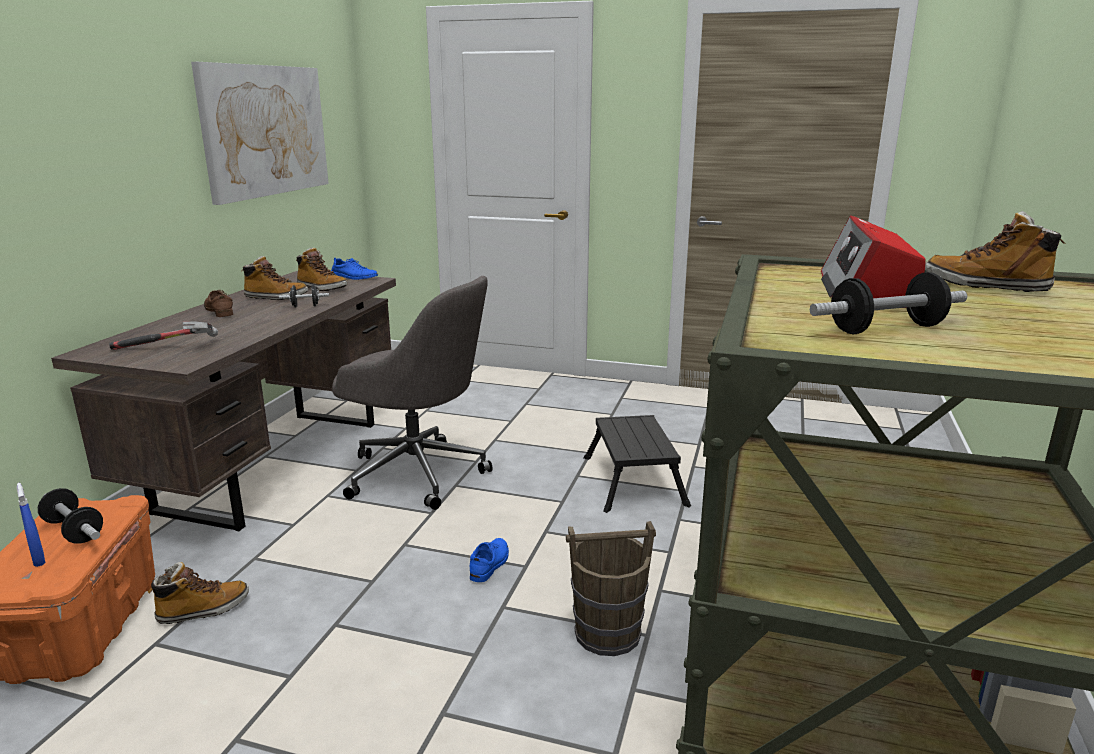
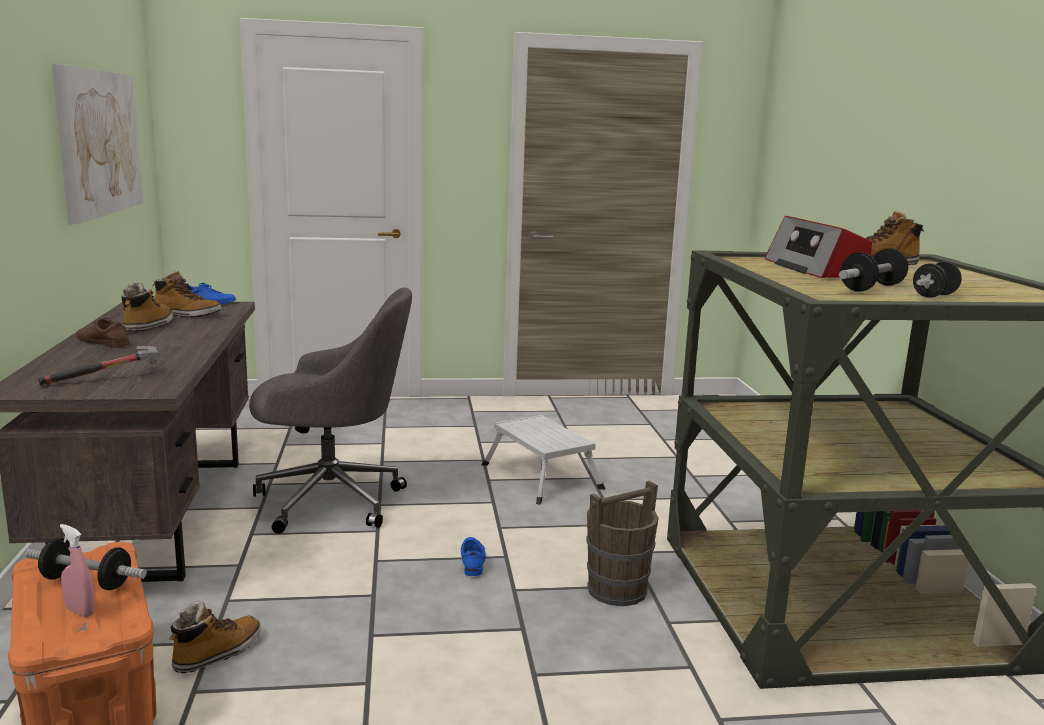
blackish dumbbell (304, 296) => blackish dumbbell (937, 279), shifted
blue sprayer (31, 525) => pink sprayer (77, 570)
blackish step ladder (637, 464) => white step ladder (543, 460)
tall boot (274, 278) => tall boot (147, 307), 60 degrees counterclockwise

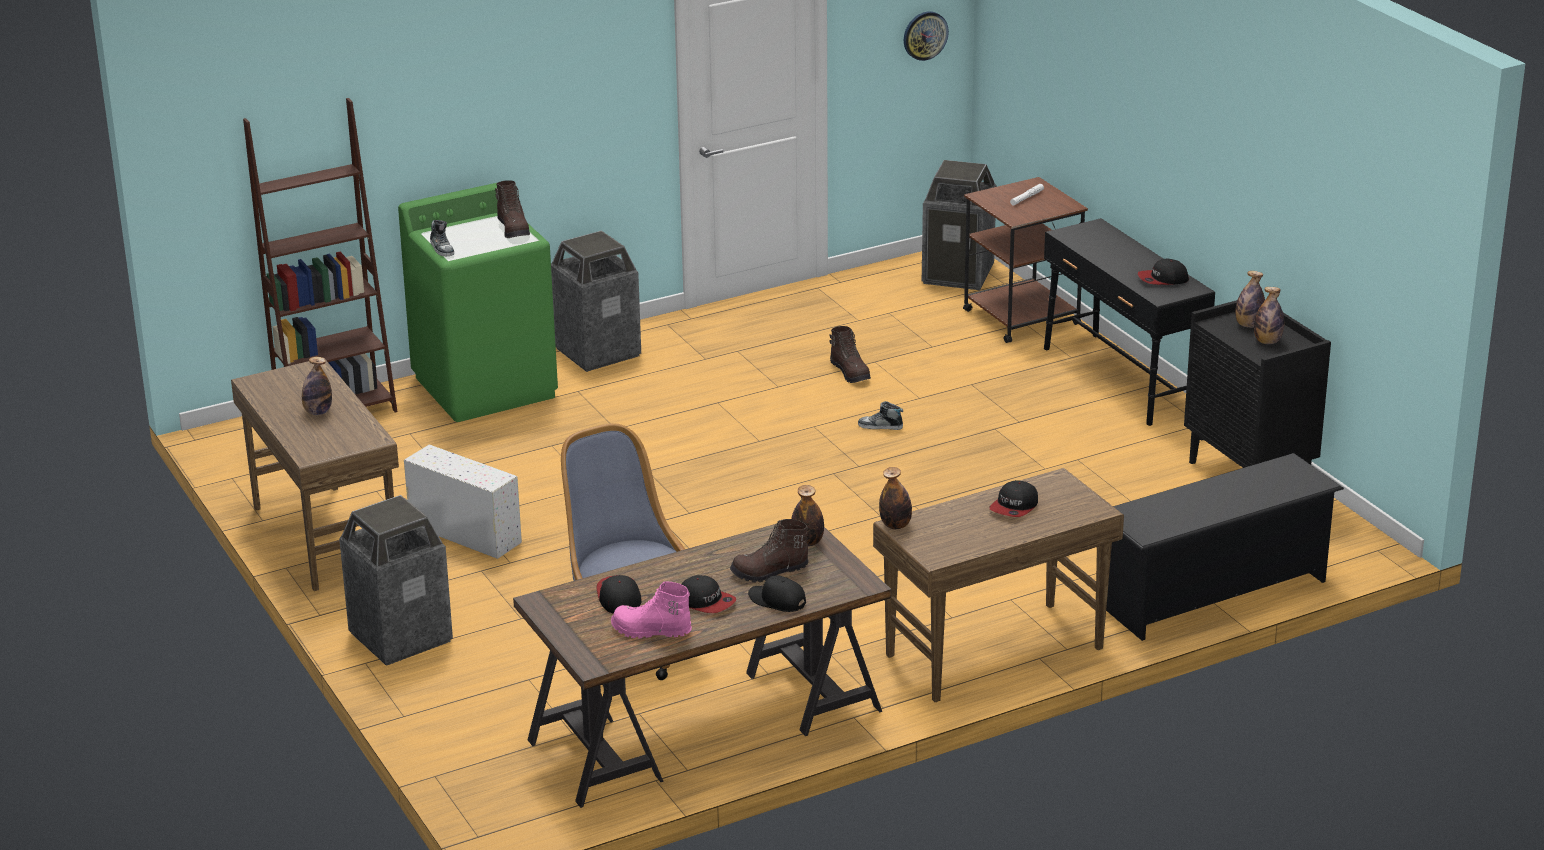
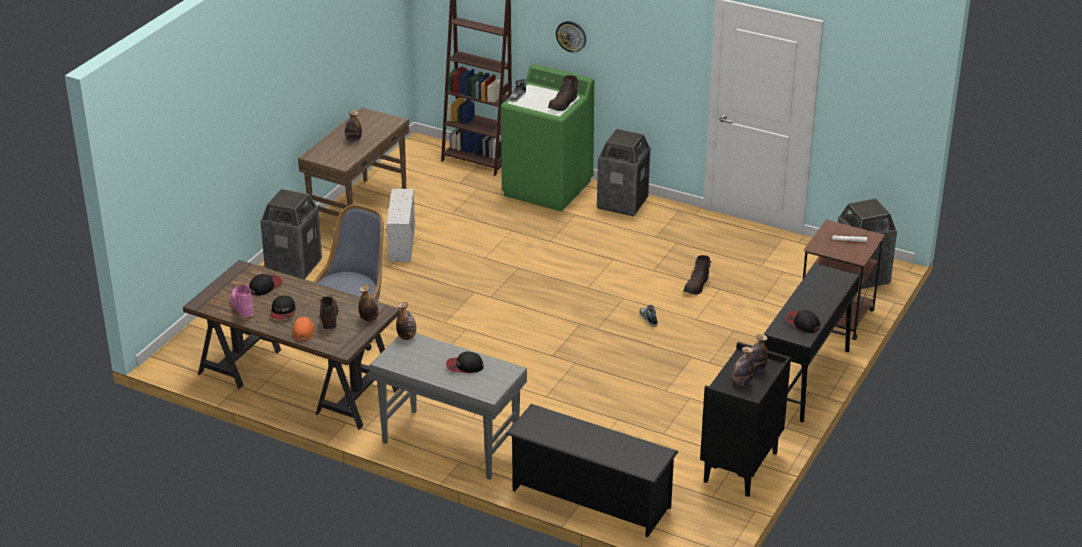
clock on the wall (926, 36) => clock on the wall (571, 37), shifted
blackish peaked cap (777, 593) => orangey peaked cap (303, 329)
brownish console table (998, 585) => gray console table (448, 406)
brownish tall boot (769, 551) => brownish tall boot (328, 313), 45 degrees clockwise

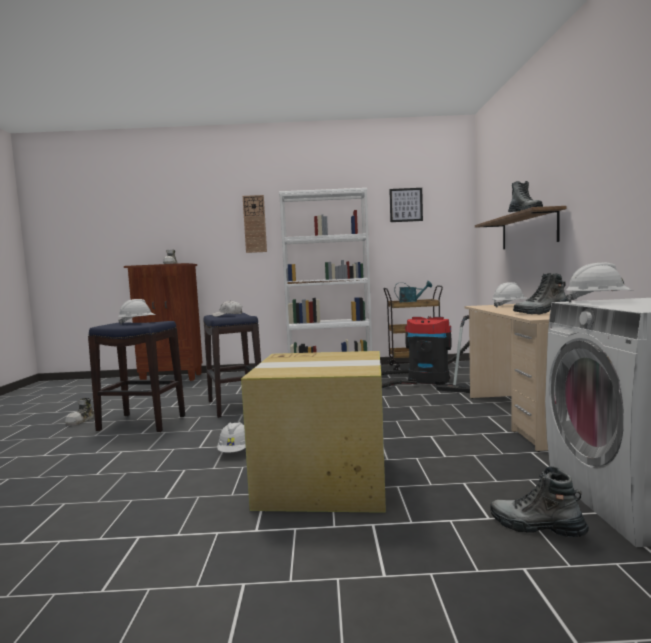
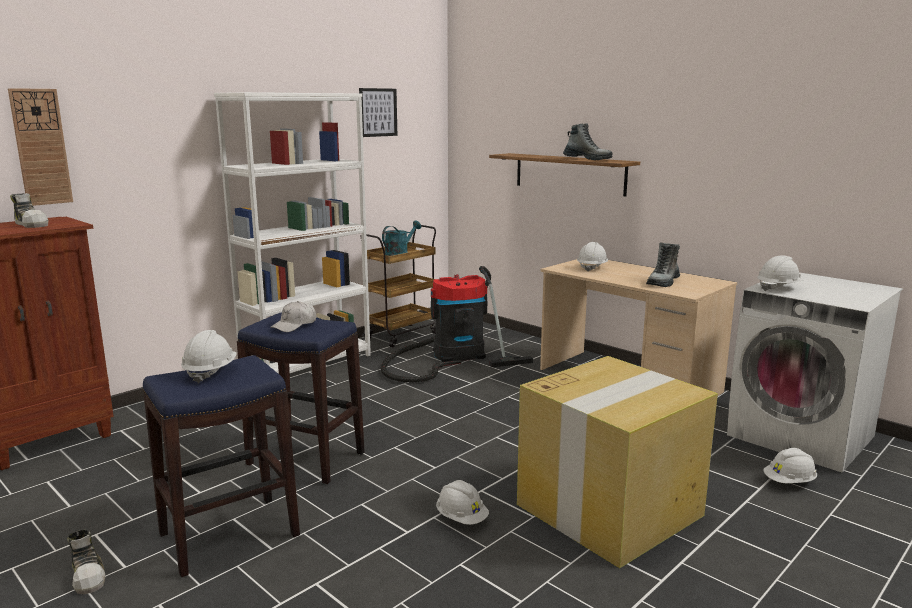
clock on the wall (255, 224) => clock on the wall (40, 147), shifted
tall boot (539, 501) => white work helmet (790, 465)

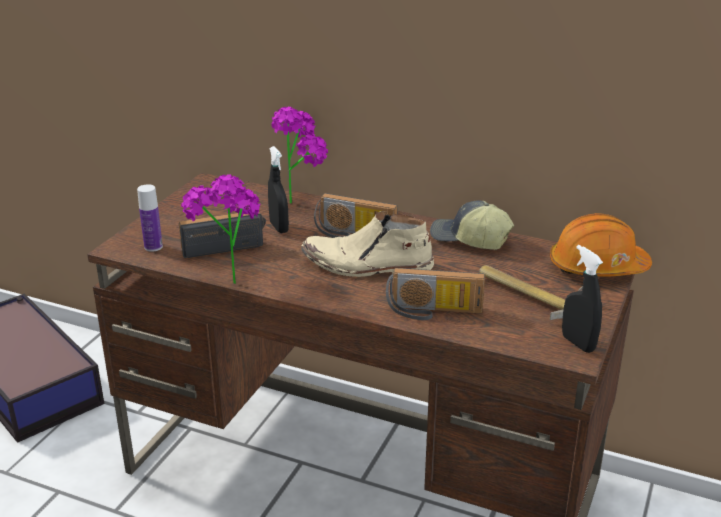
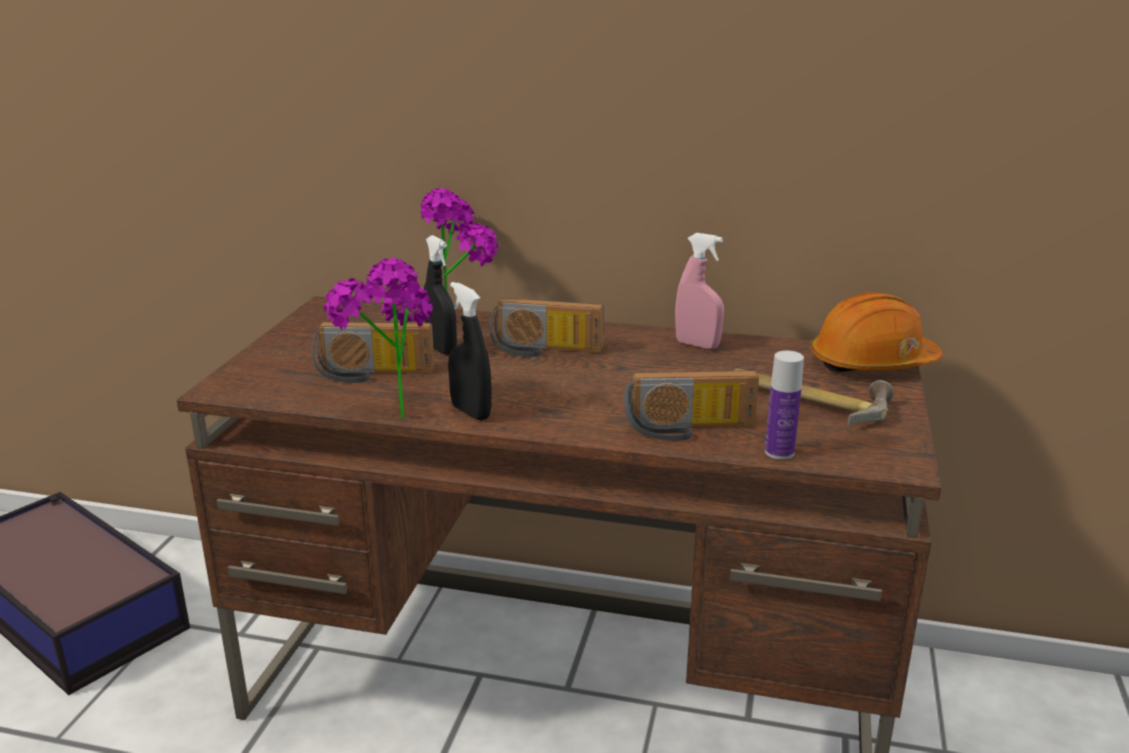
sand-coloured tall boot (367, 244) => nothing
drink bottle (150, 218) => drink bottle (784, 405), shifted
blackish sprayer (582, 299) => blackish sprayer (470, 351), shifted
peaked cap (472, 225) => pink sprayer (699, 291)
radio (222, 234) => radio (373, 352), 150 degrees counterclockwise

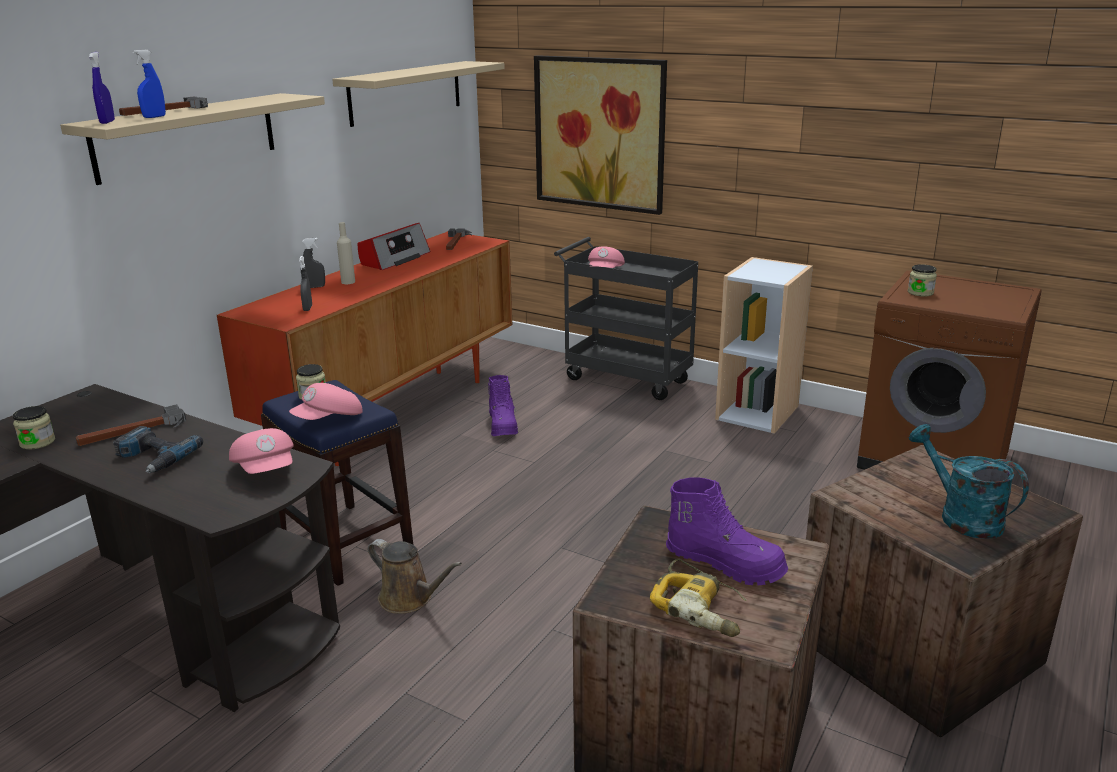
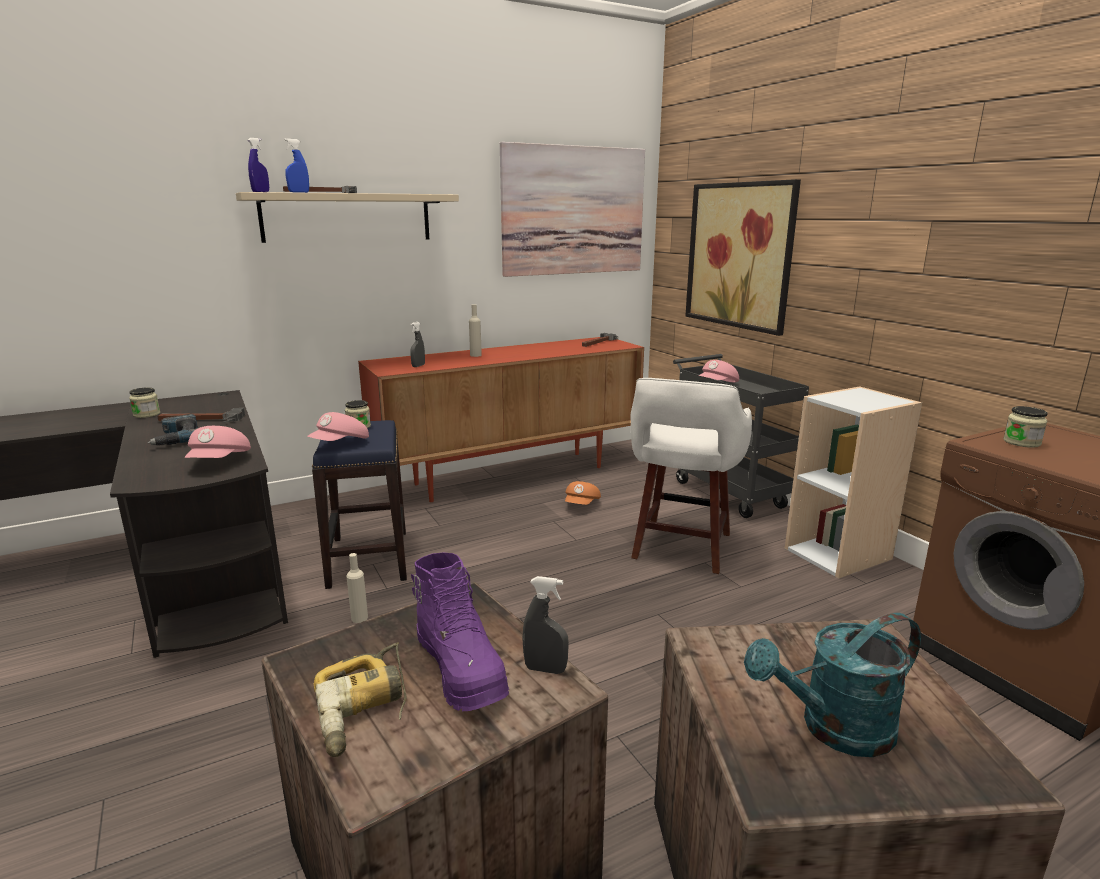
radio (394, 246) => nothing
nothing => white sitting stool (691, 476)
gray sprayer (313, 263) => gray sprayer (546, 625), shifted
sand-coloured bracket shelf (418, 94) => picture (572, 209)
brownish watering pot (415, 576) => sand-coloured drink bottle (357, 588)
purplish tall boot (503, 405) => orangey peaked cap (583, 493)
pink peaked cap (326, 401) => pink peaked cap (338, 426), 45 degrees counterclockwise
turquoise watering pot (969, 481) => turquoise watering pot (832, 685), 105 degrees counterclockwise

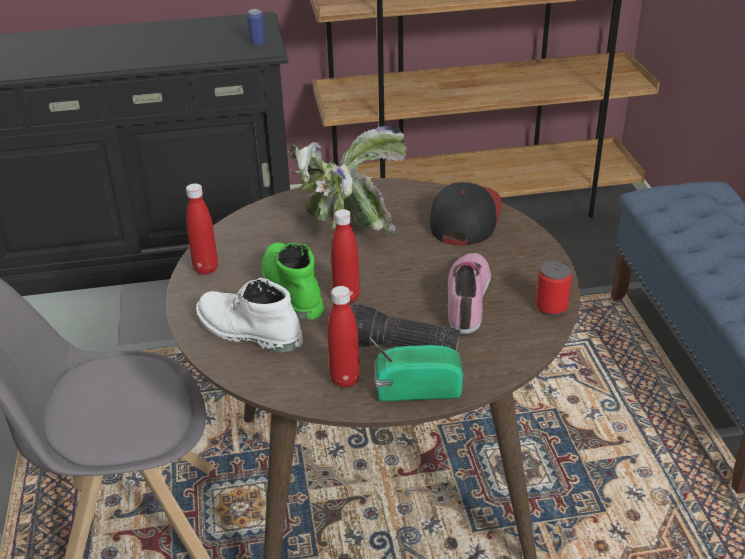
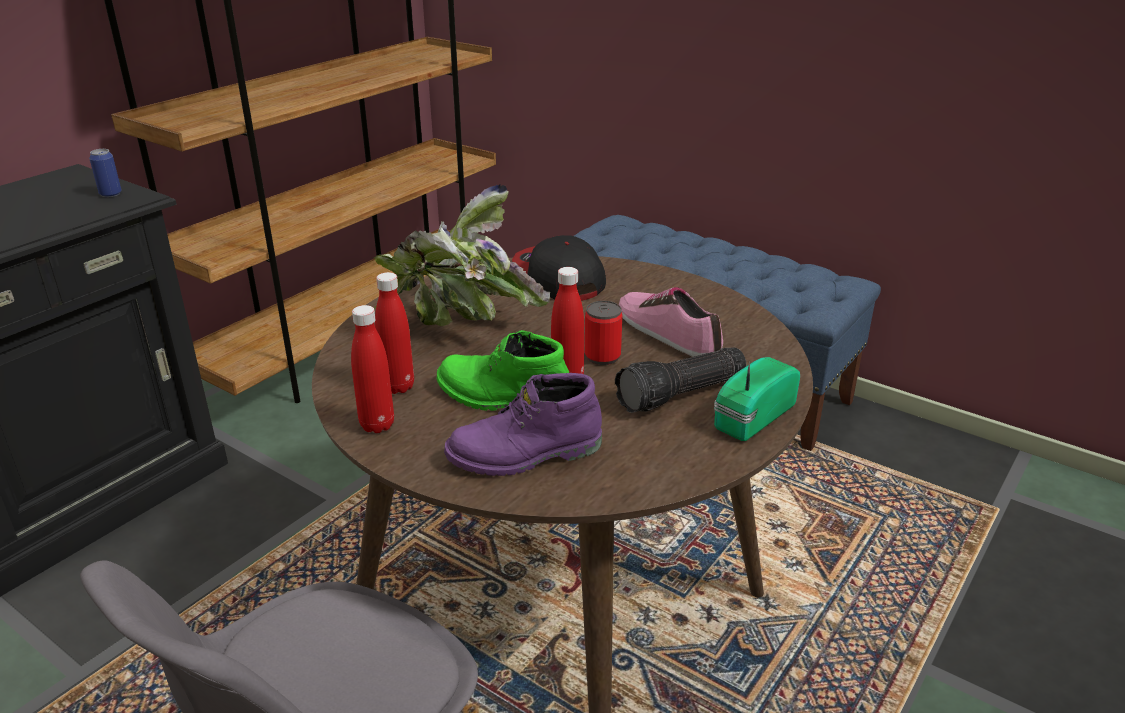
reddish drink bottle (343, 337) => reddish drink bottle (394, 333), shifted
metal can (554, 288) => metal can (604, 333), shifted
white tall boot (249, 315) => purplish tall boot (523, 424)

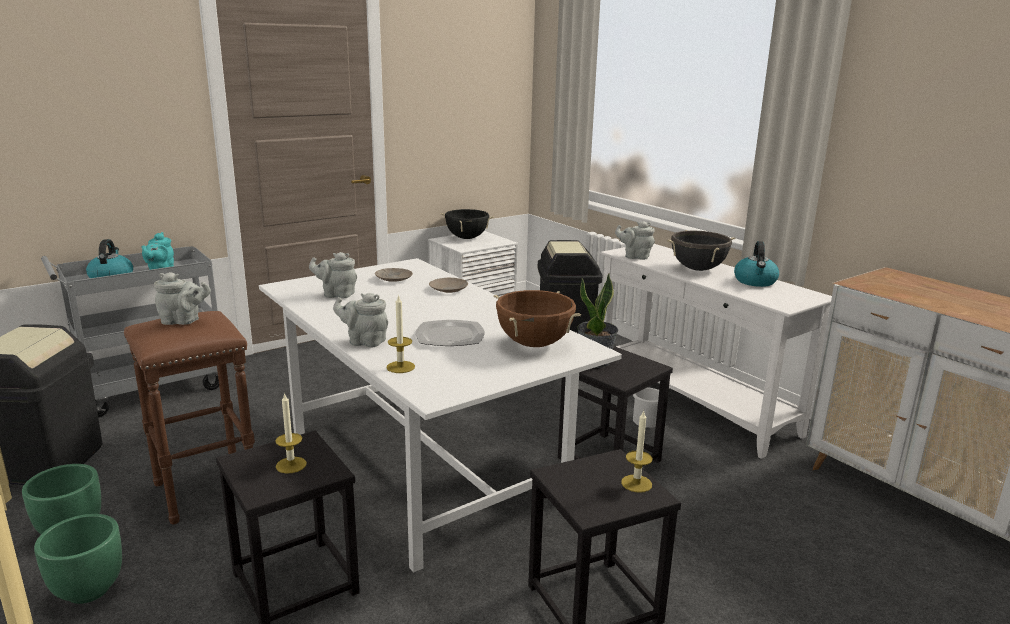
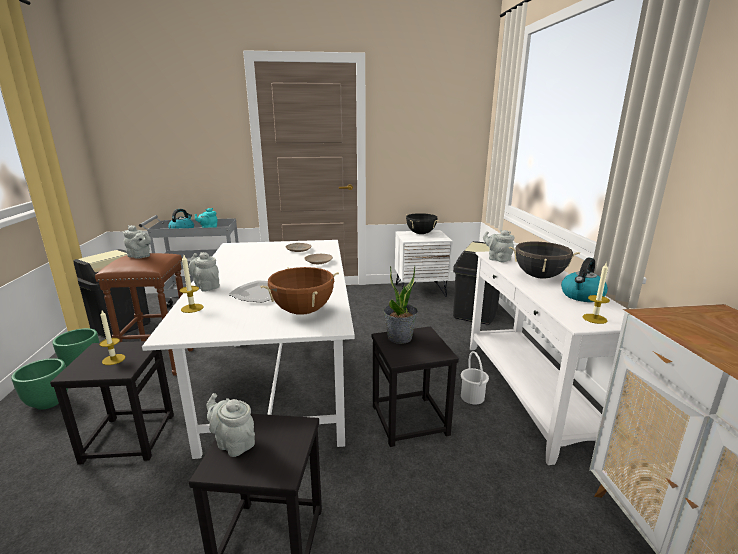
gray tea pot (333, 275) => gray tea pot (231, 425), shifted
wax light (636, 451) => wax light (596, 293), shifted

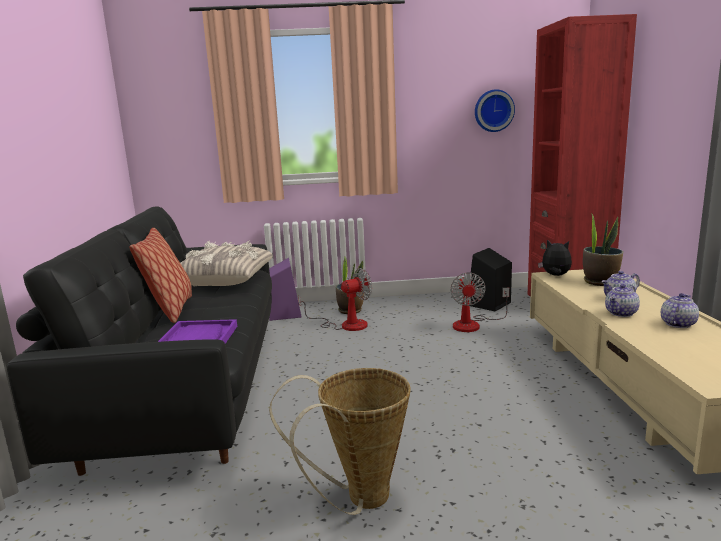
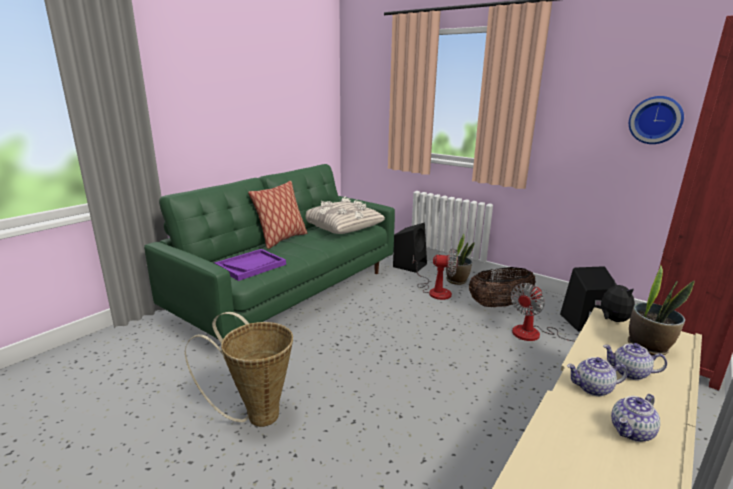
nothing => basket (502, 287)
blackish settee (139, 341) => greenish settee (269, 252)
purplish audio speaker (285, 289) => blackish audio speaker (410, 248)
tea pot (680, 310) => tea pot (635, 418), 150 degrees clockwise

